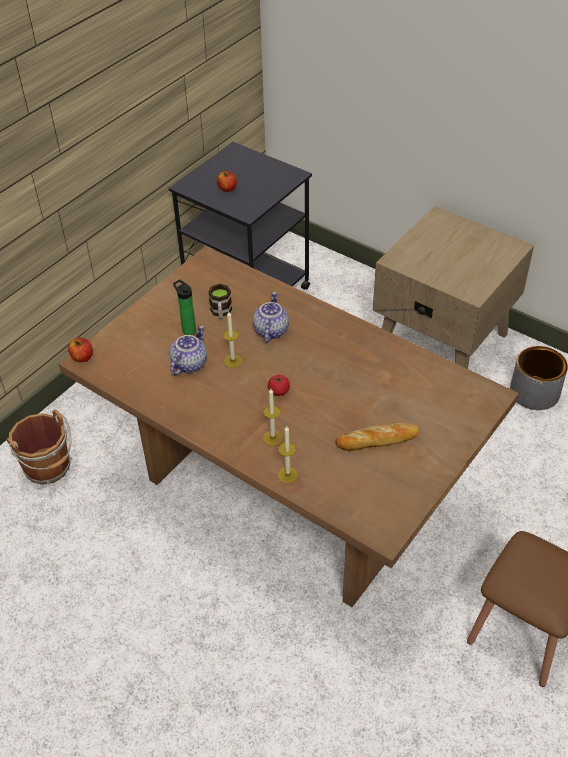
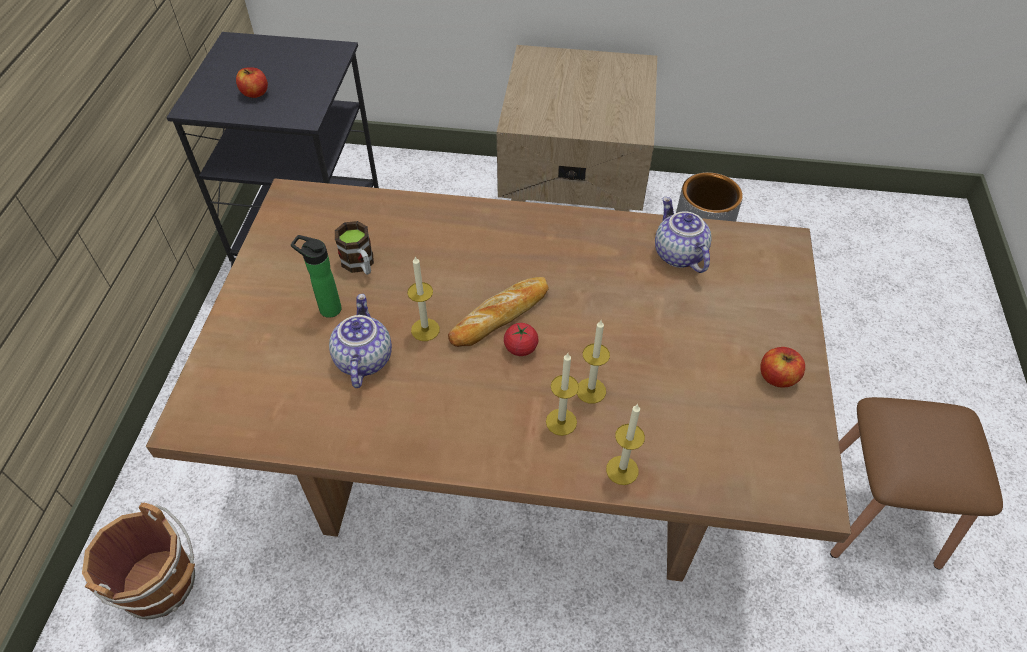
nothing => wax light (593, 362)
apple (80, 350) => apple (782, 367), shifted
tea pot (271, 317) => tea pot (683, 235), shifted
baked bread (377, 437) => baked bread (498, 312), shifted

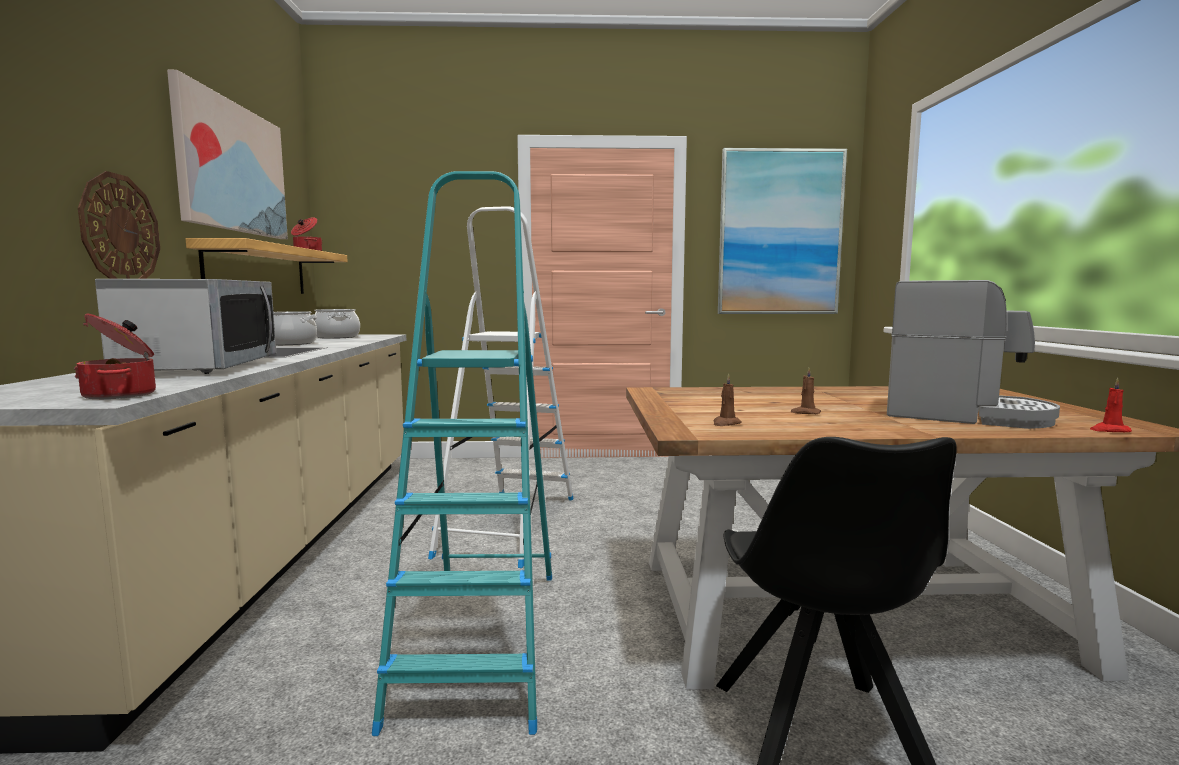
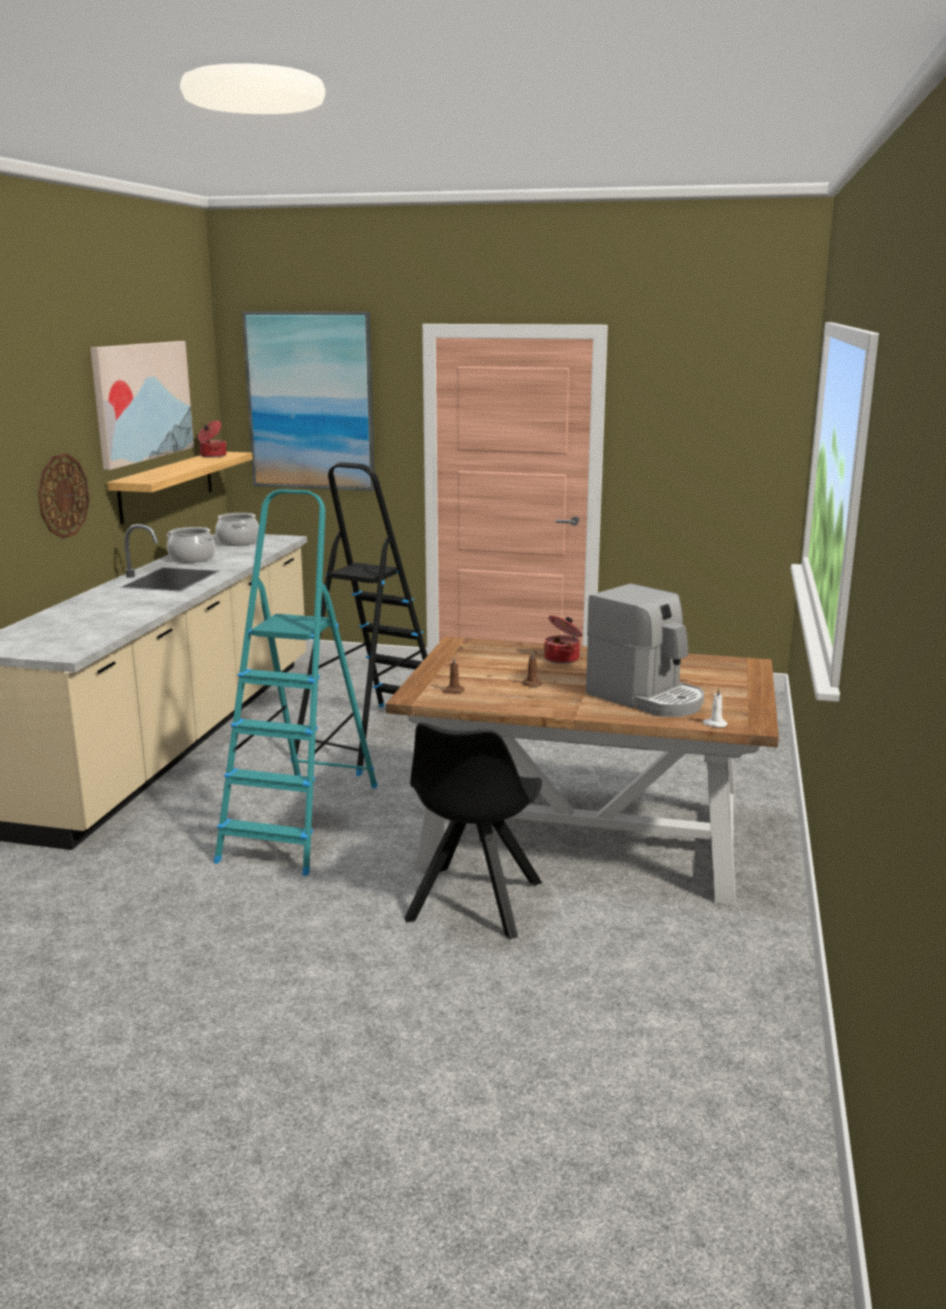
microwave oven (185, 326) => nothing
cooking pot (115, 356) => cooking pot (563, 640), shifted
picture (782, 231) => picture (308, 401), shifted
white step ladder (500, 387) => blackish step ladder (359, 619)
reddish wax light (1111, 405) => white wax light (715, 707)

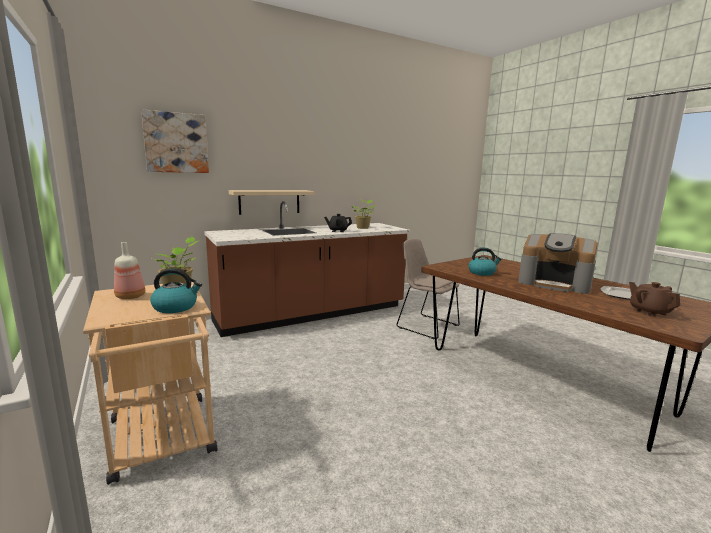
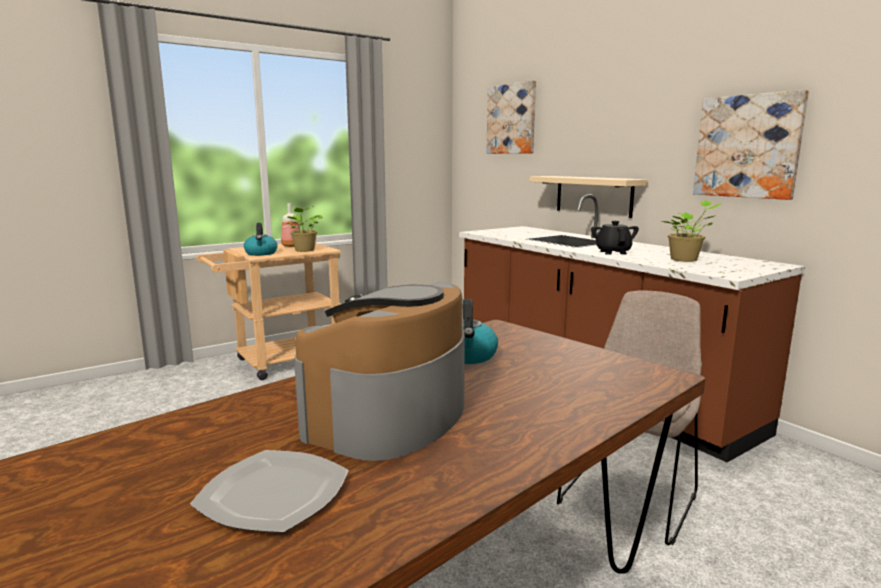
brownish tea pot (654, 299) => nothing
nothing => picture (751, 145)

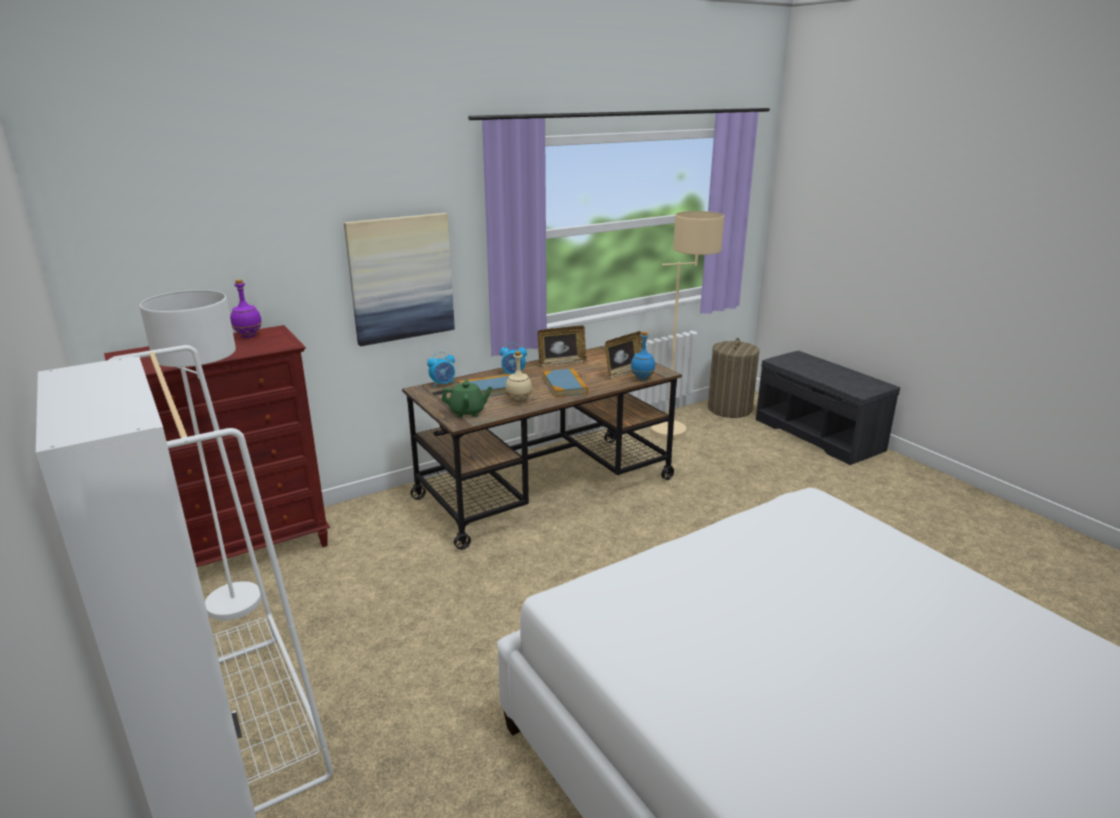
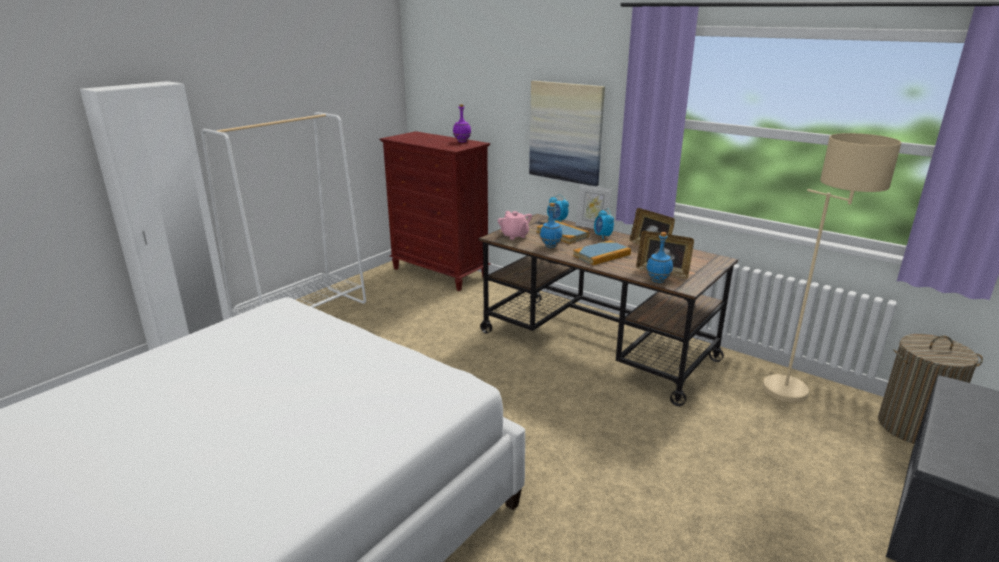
white standing lamp (201, 455) => nothing
nothing => standing frame (594, 206)
greenish tea pot (466, 398) => pink tea pot (515, 225)
sand-coloured drink bottle (519, 377) => blue drink bottle (551, 225)

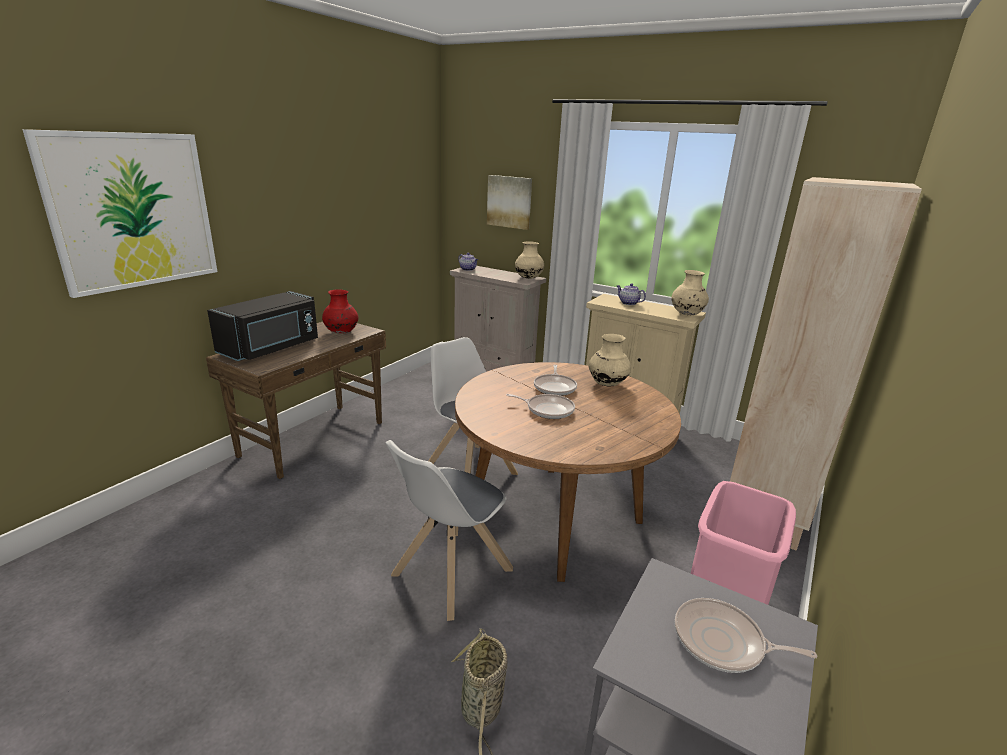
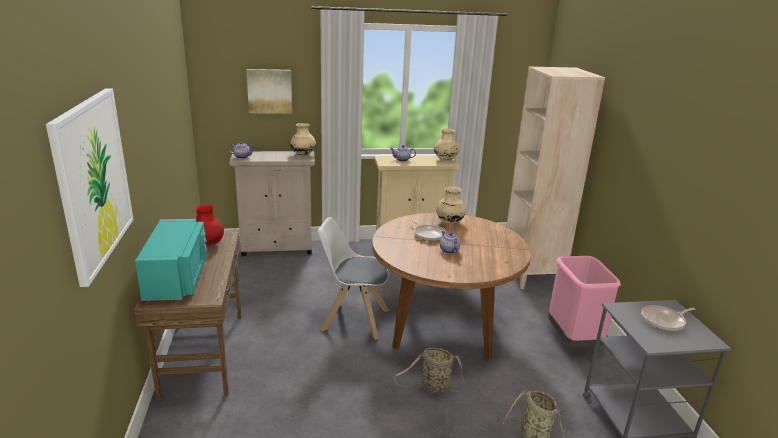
chair (449, 530) => basket (429, 371)
pan (540, 406) => tea pot (450, 242)
blackish microwave oven (262, 326) => turquoise microwave oven (171, 260)

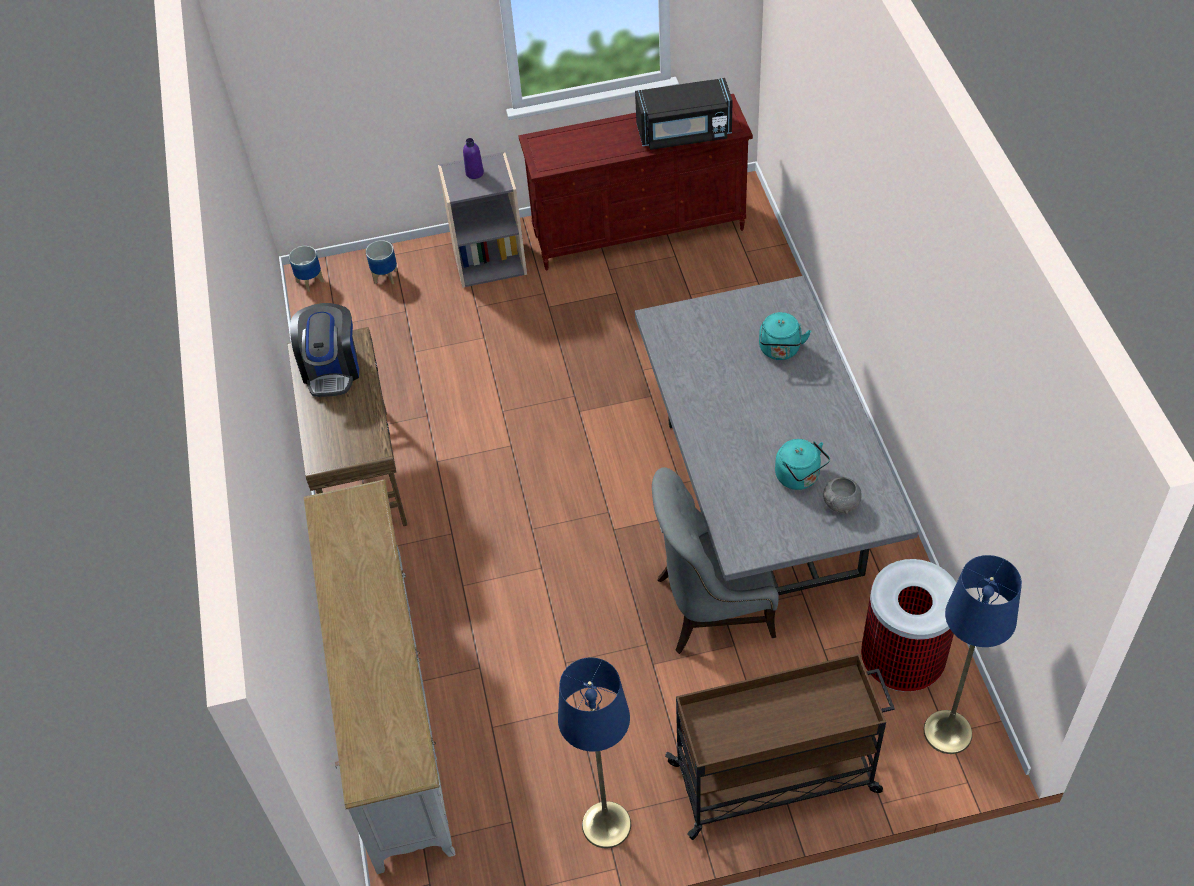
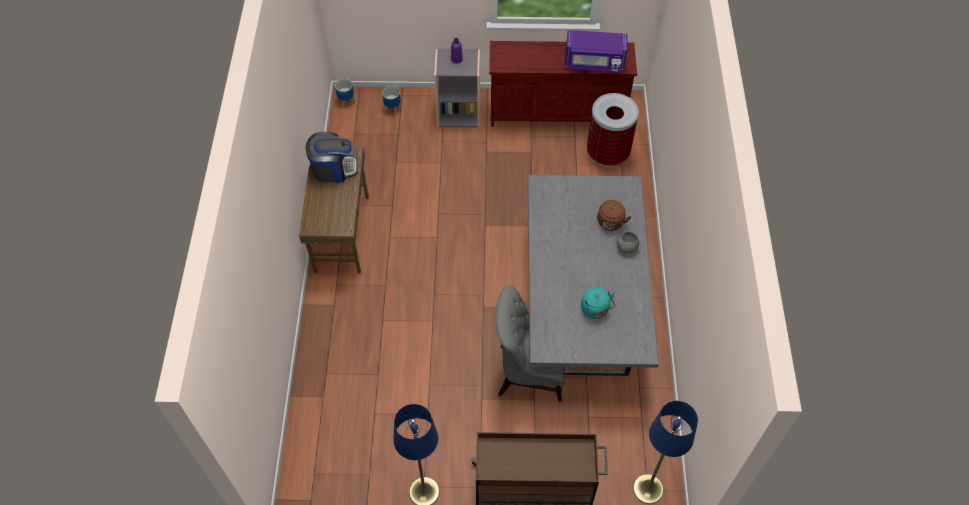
gray storage cabinet (379, 676) => nothing
gray serving bowl (842, 496) => gray serving bowl (628, 243), shifted
rubbish bin (908, 625) => rubbish bin (613, 130), shifted
blackish microwave oven (684, 114) => purplish microwave oven (596, 51)
turquoise tea kettle (785, 336) => brownish tea kettle (614, 215)
coffee machine (324, 350) => coffee machine (331, 157), 105 degrees counterclockwise

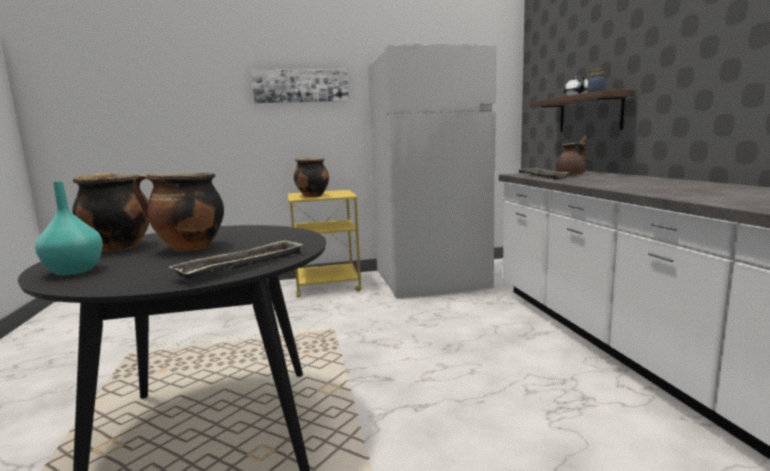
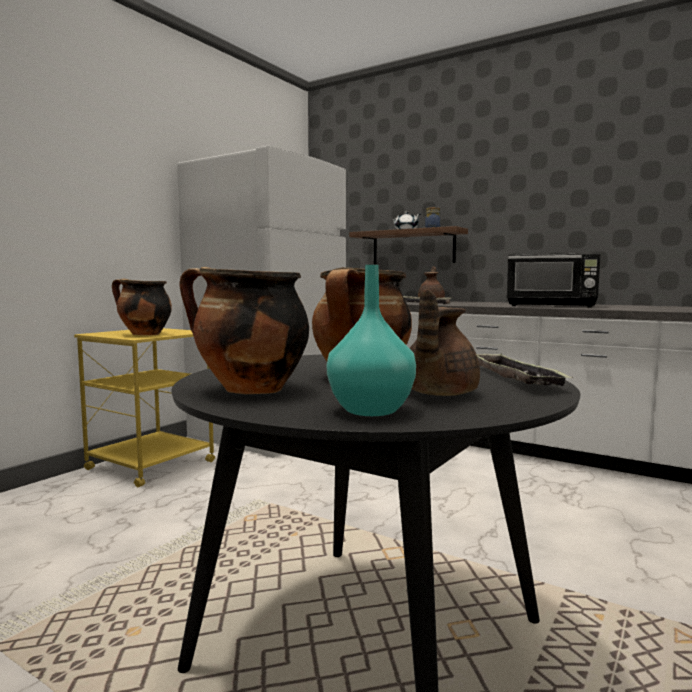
picture (300, 86) => nothing
nothing => brownish tea pot (444, 342)
nothing => blackish microwave oven (553, 280)

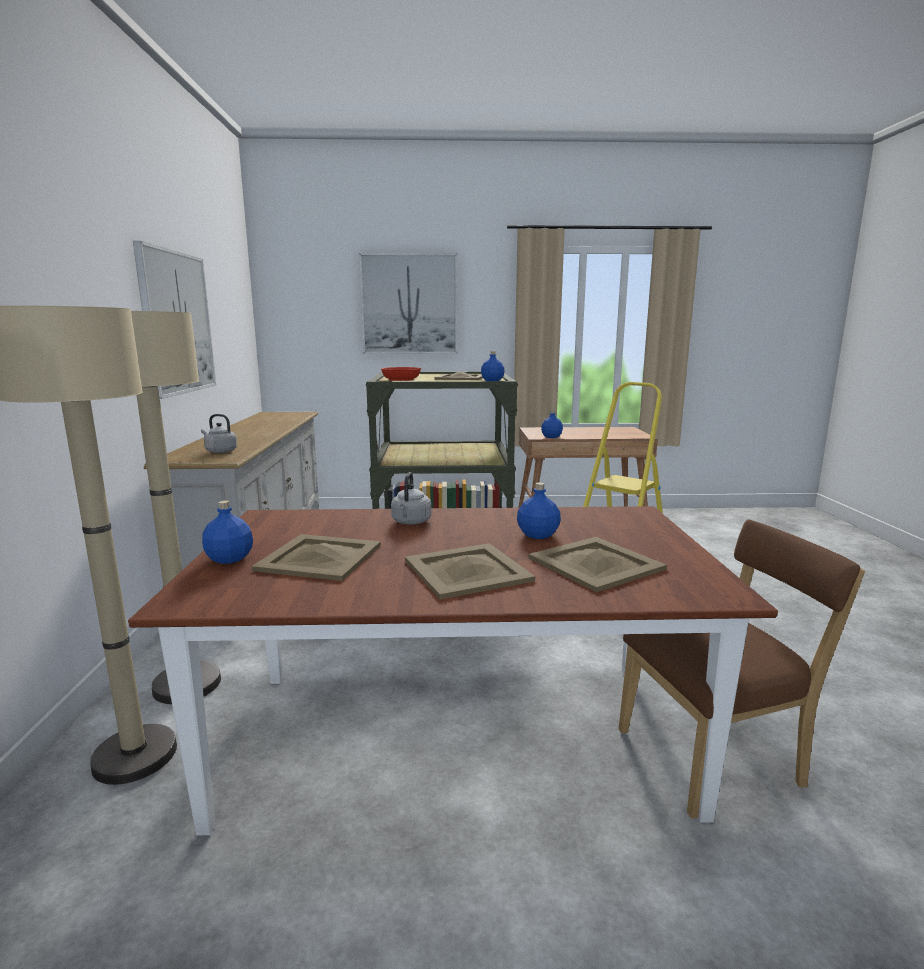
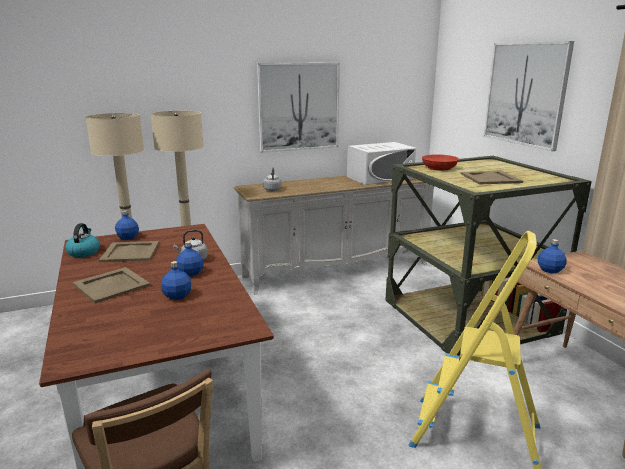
sand-coloured serving tray (597, 564) => nothing
nothing => tea kettle (82, 240)
nothing => white microwave oven (381, 163)
blue drink bottle (493, 366) => blue drink bottle (190, 258), shifted

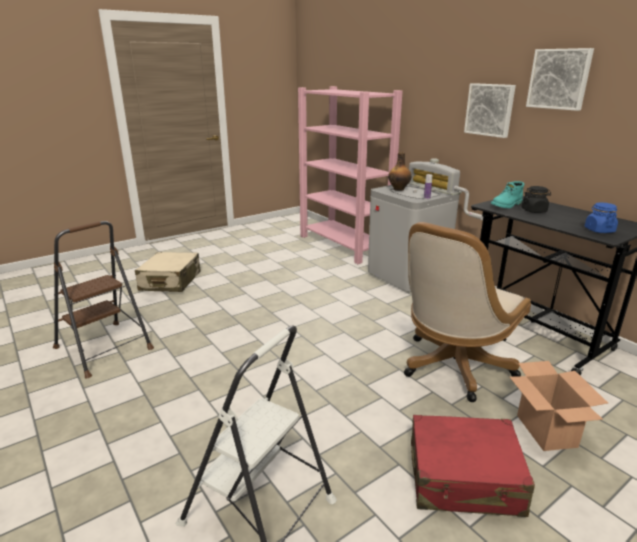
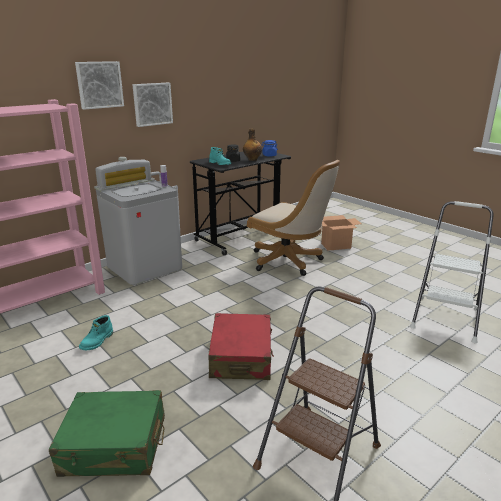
nothing => turquoise tall boot (96, 332)
drink bottle (399, 171) => drink bottle (252, 144), shifted
reddish suitcase (473, 466) => reddish suitcase (241, 346), shifted
picture (560, 79) => picture (99, 85), shifted
sand-coloured suitcase (168, 272) => greenish suitcase (107, 433)

